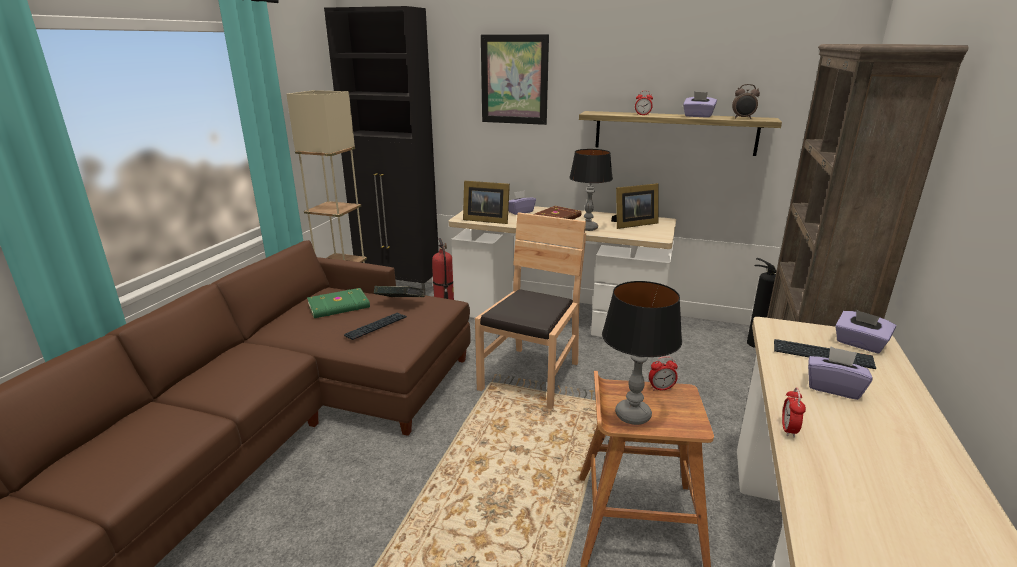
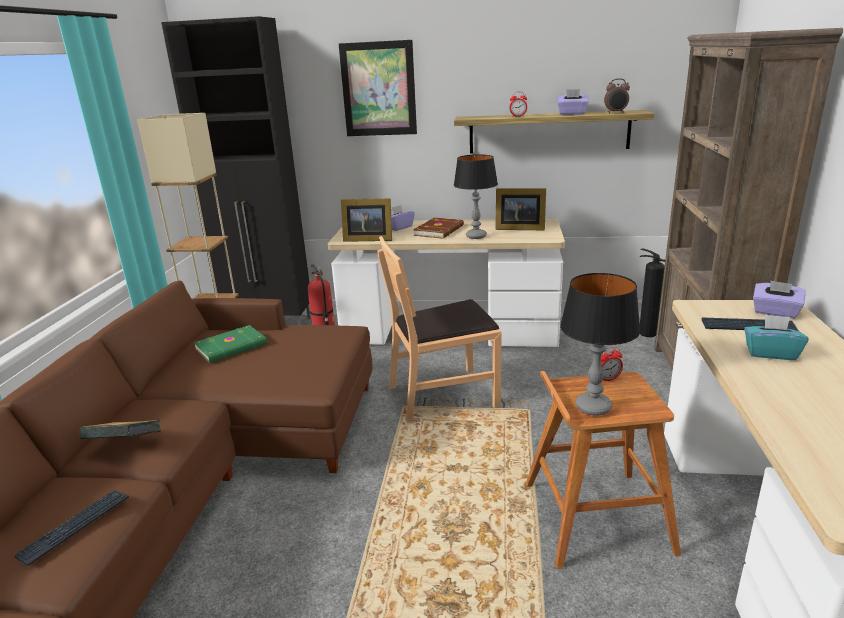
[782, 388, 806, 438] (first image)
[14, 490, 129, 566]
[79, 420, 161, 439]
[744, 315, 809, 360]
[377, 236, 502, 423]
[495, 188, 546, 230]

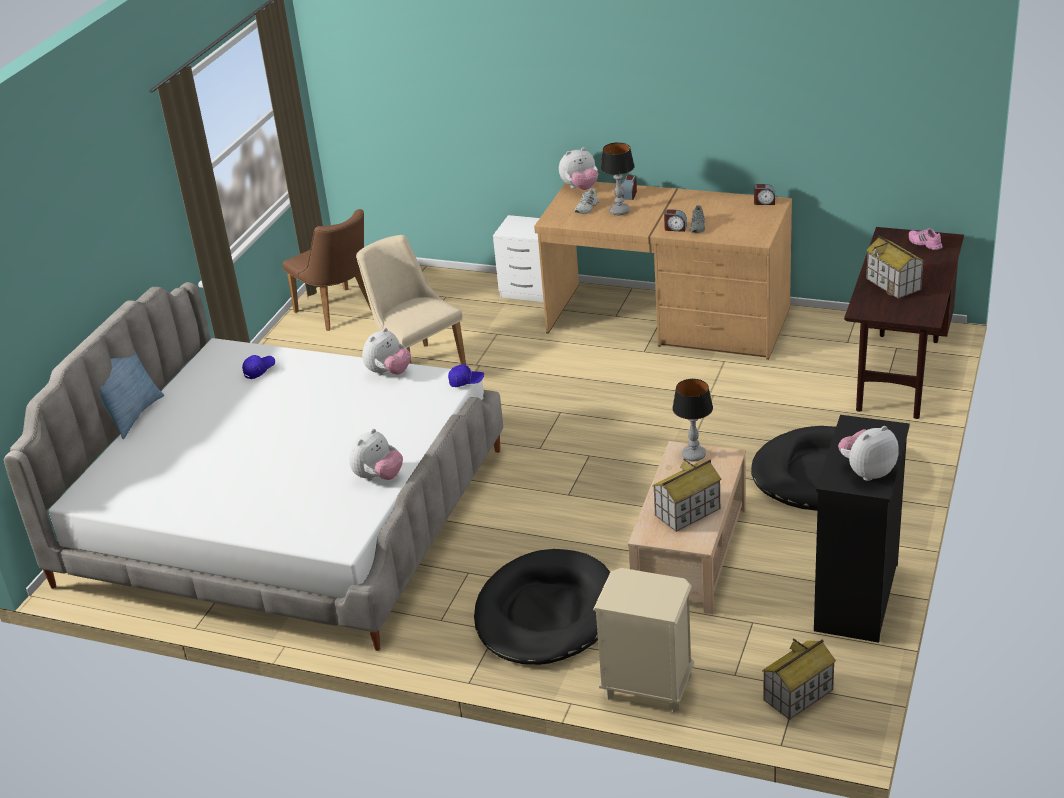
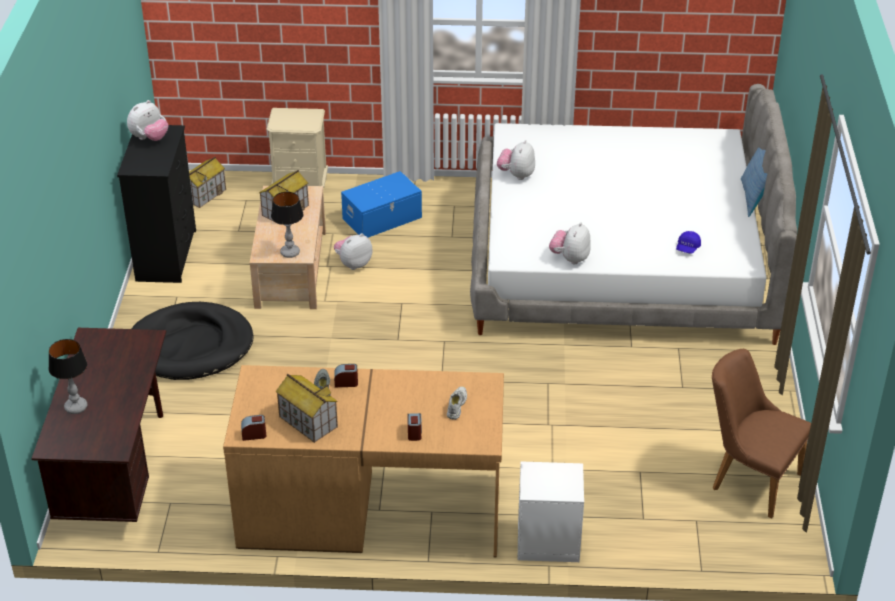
[356, 235, 466, 365] (first image)
[448, 365, 484, 387] (first image)
[909, 228, 943, 250] (first image)
[334, 233, 372, 270]
[49, 339, 88, 414]
[276, 374, 338, 443]
[341, 171, 422, 238]

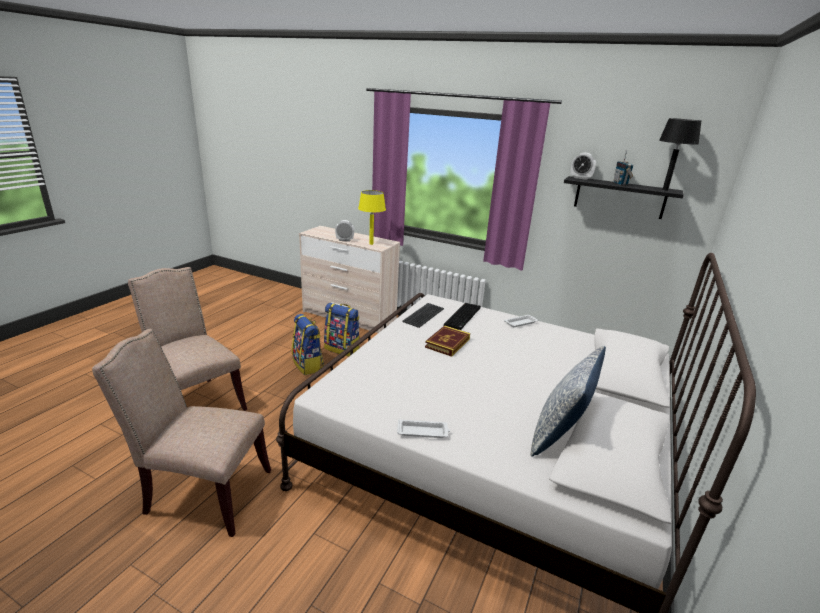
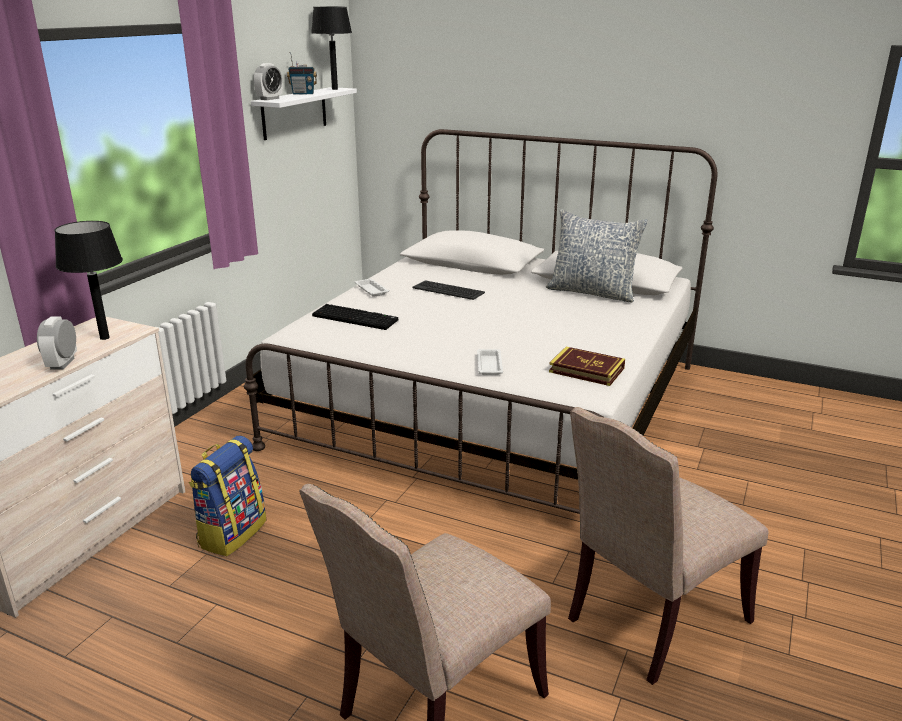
[292, 314, 324, 375] (first image)
[477, 349, 503, 375]
[412, 280, 485, 300]
[549, 347, 625, 386]
[55, 221, 123, 340]
[251, 87, 357, 140]
[568, 407, 768, 685]

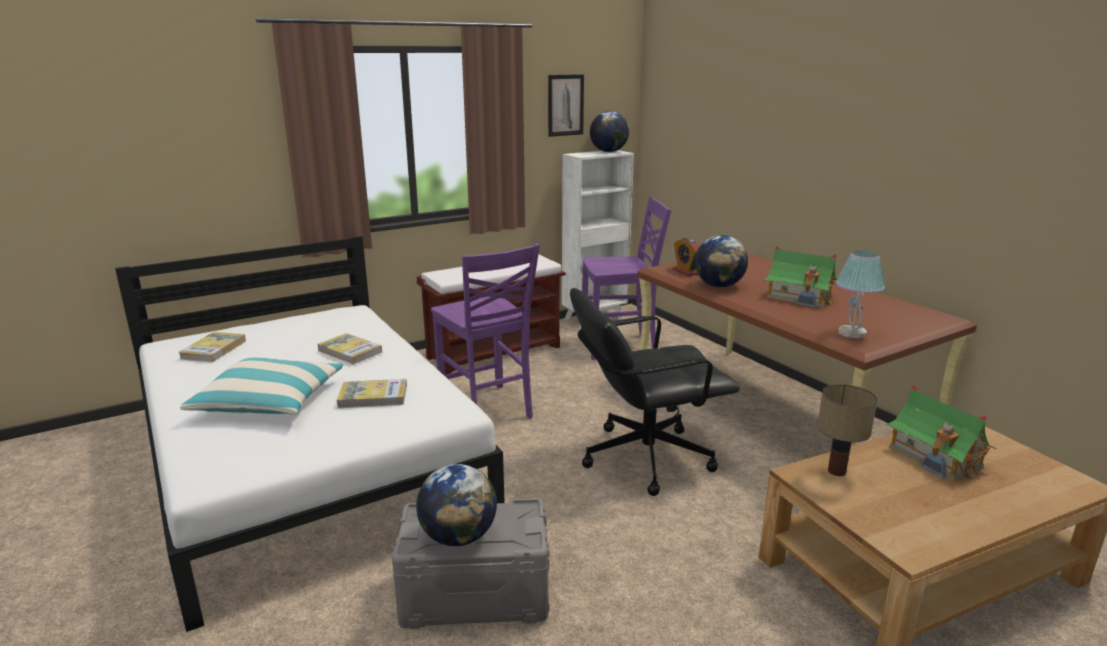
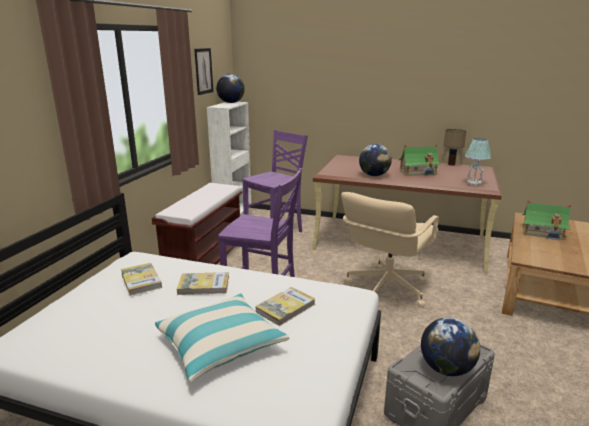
[672, 237, 699, 276] (first image)
[121, 263, 162, 296]
[444, 129, 466, 166]
[341, 192, 439, 307]

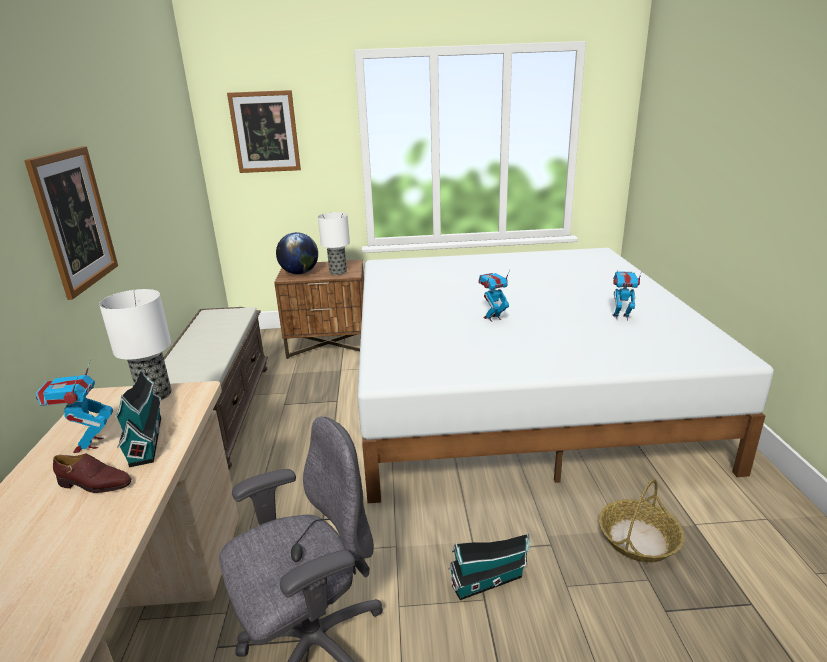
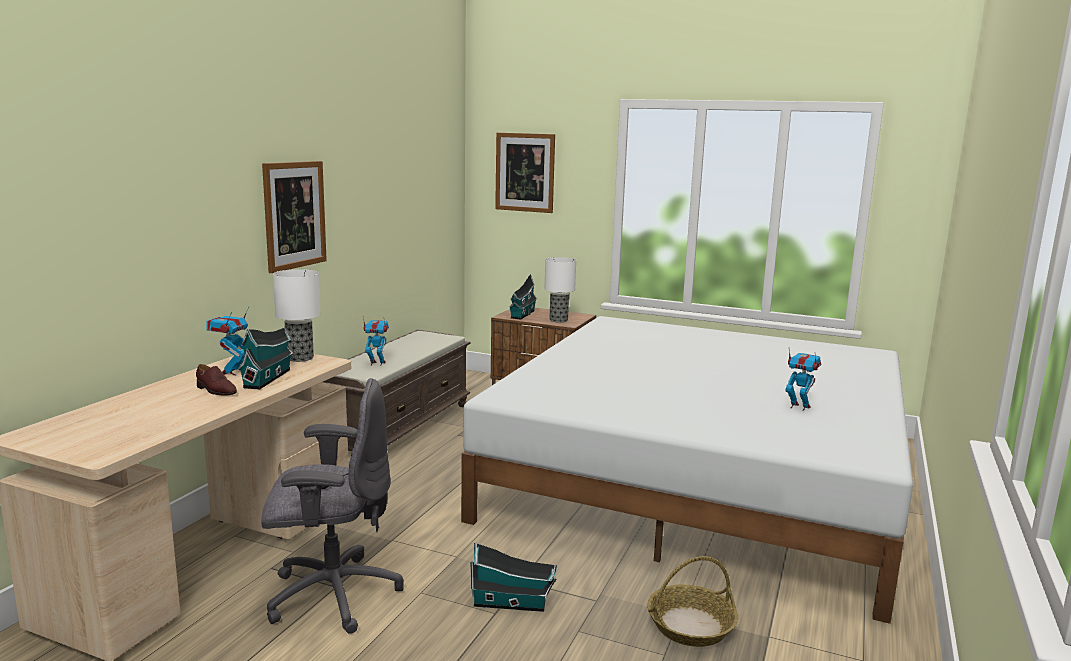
[363, 318, 389, 366]
[509, 274, 537, 319]

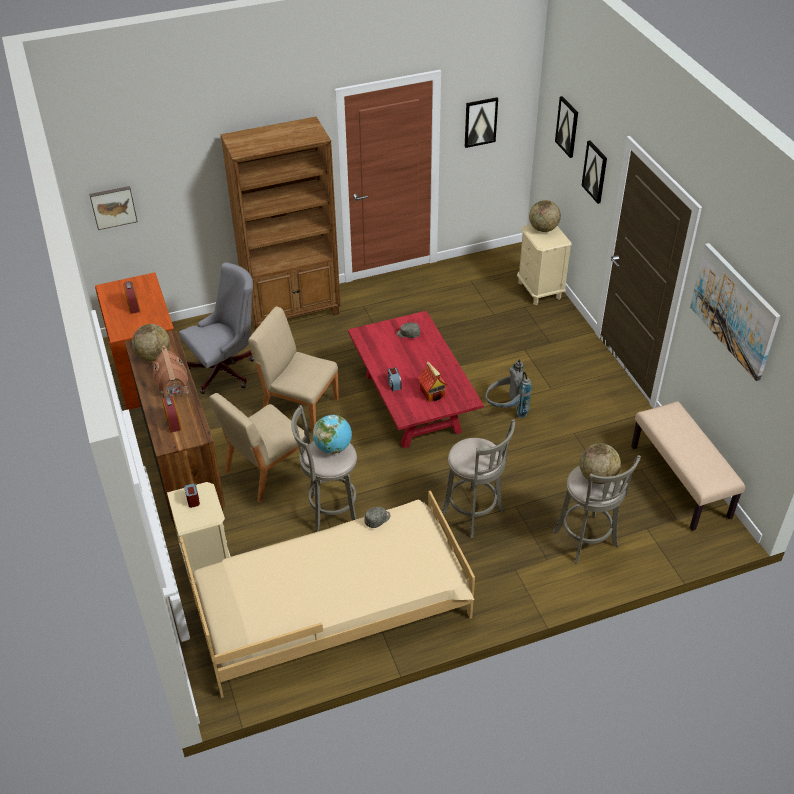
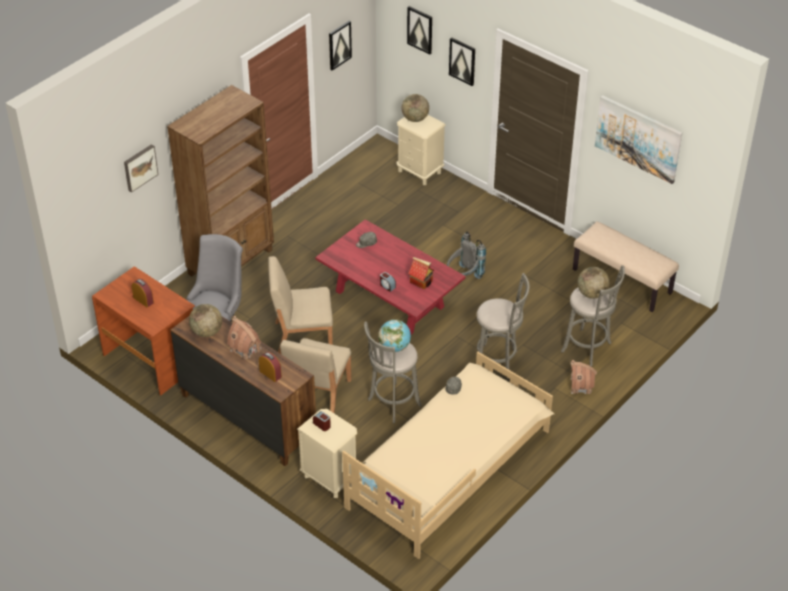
[570, 360, 597, 394]
[124, 144, 159, 193]

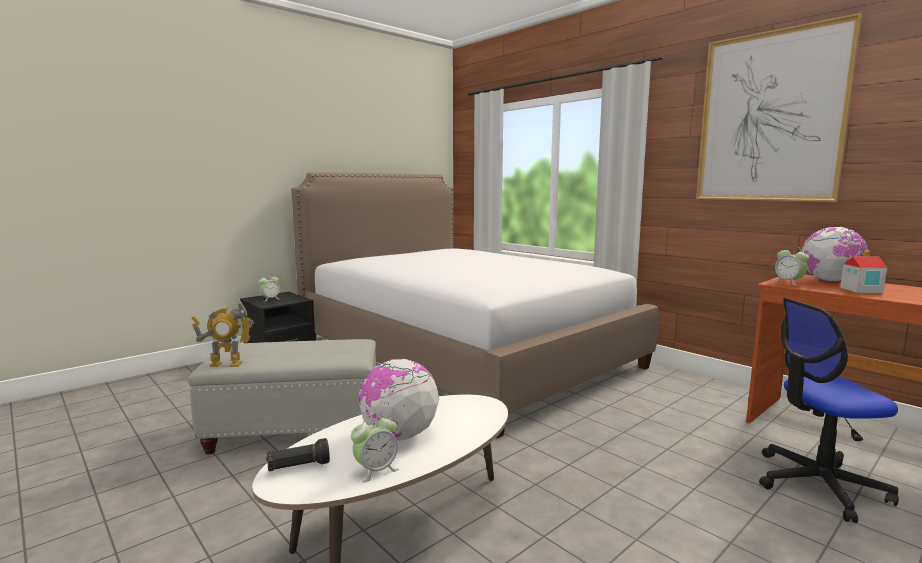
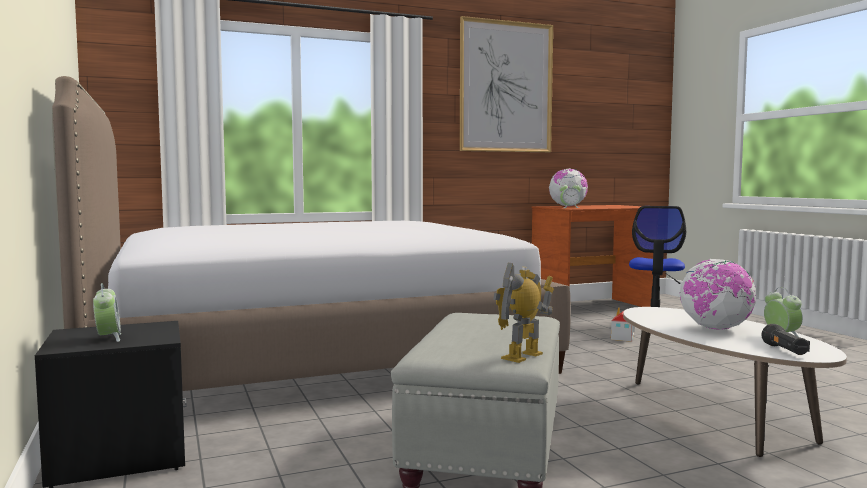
[611, 307, 635, 342]
[493, 263, 554, 363]

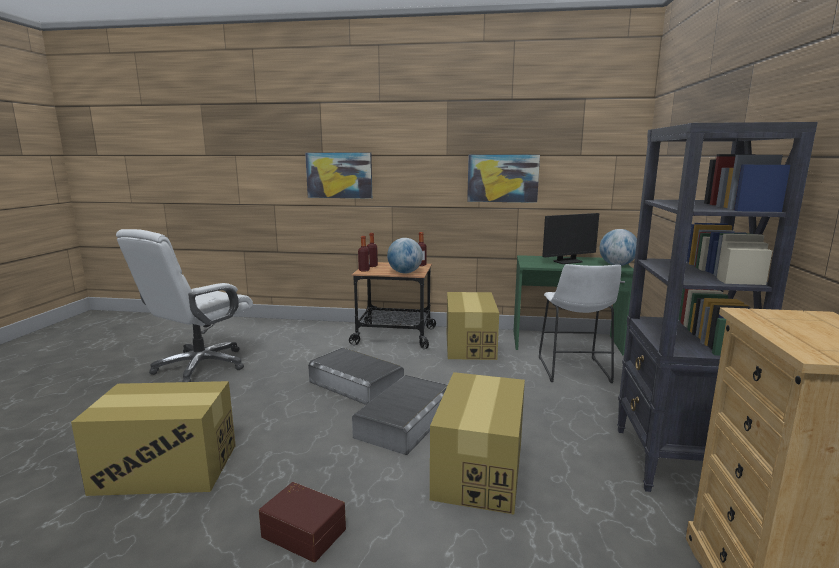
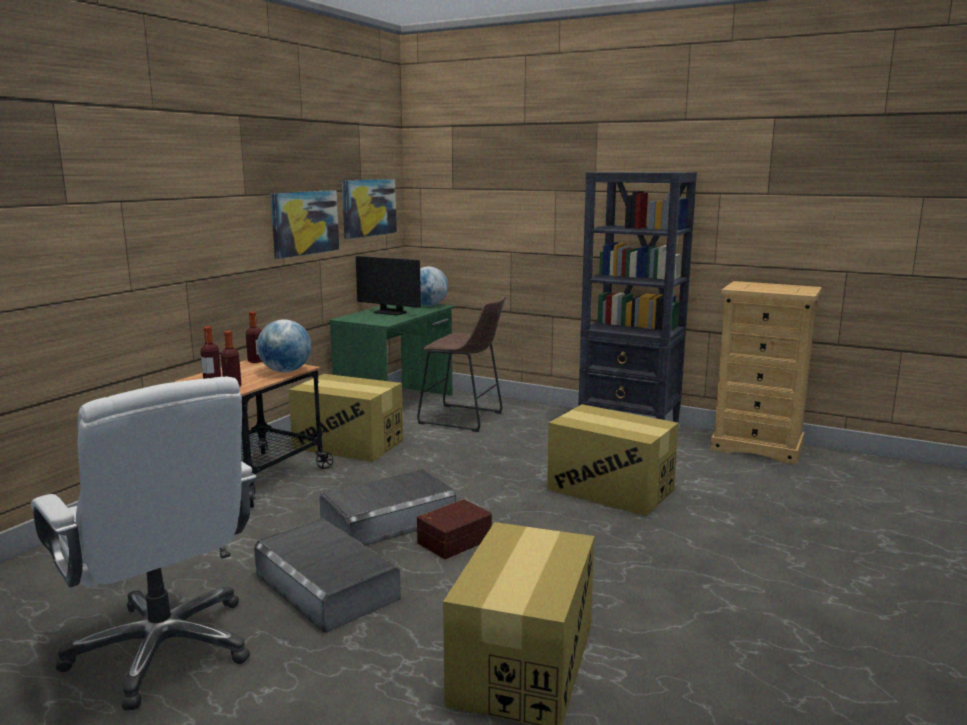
[417, 499, 492, 559]
[342, 179, 397, 239]
[254, 519, 401, 633]
[417, 295, 506, 432]
[356, 256, 421, 315]

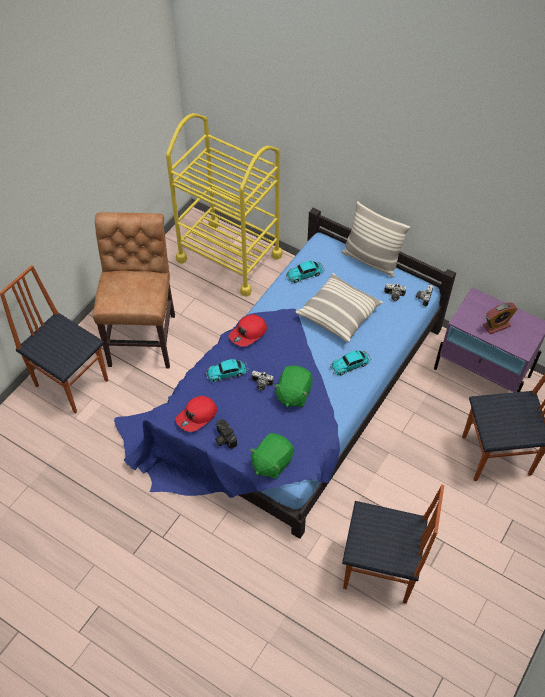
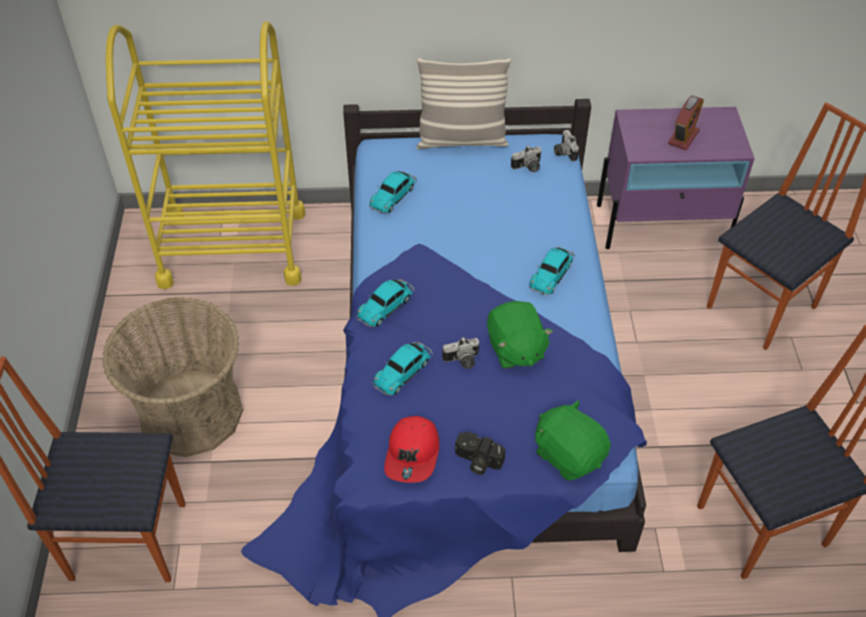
[296, 273, 383, 343] (first image)
[102, 297, 243, 457]
[356, 279, 415, 327]
[535, 400, 611, 480]

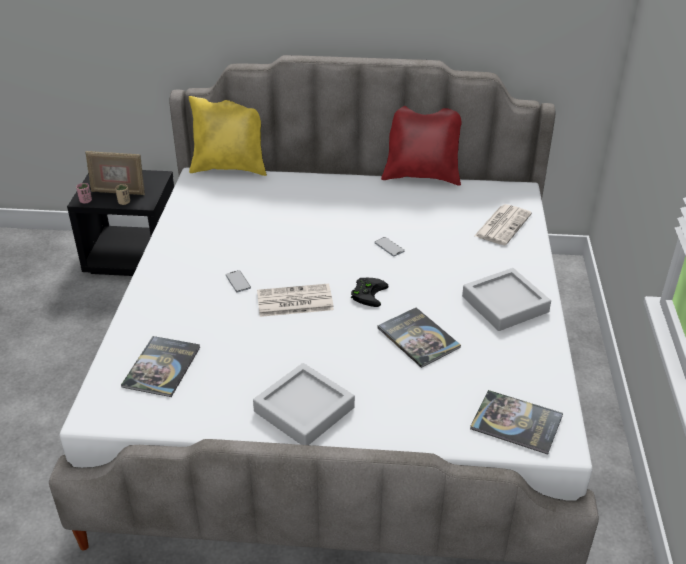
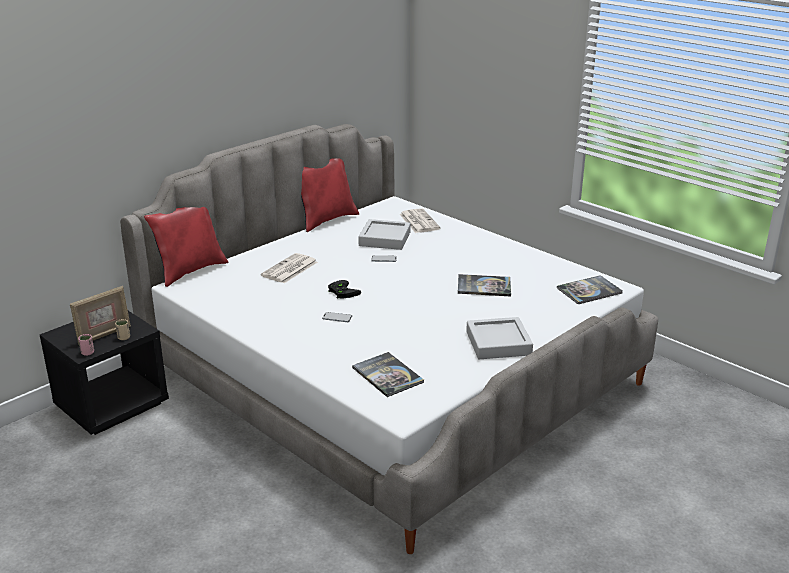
[261, 253, 318, 283]
[328, 280, 361, 299]
[358, 219, 411, 250]
[144, 207, 228, 287]

